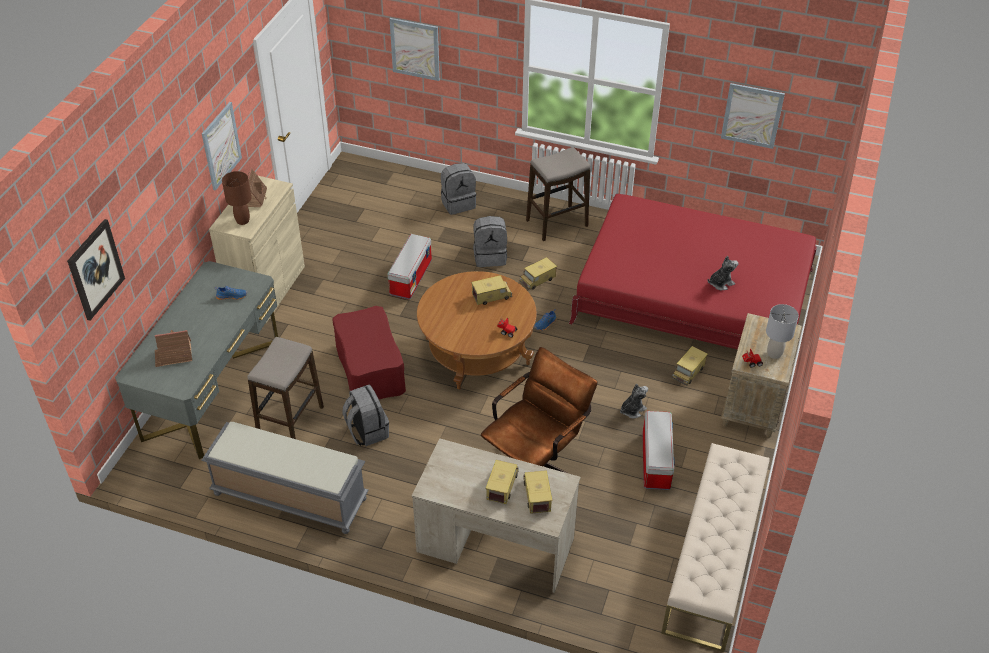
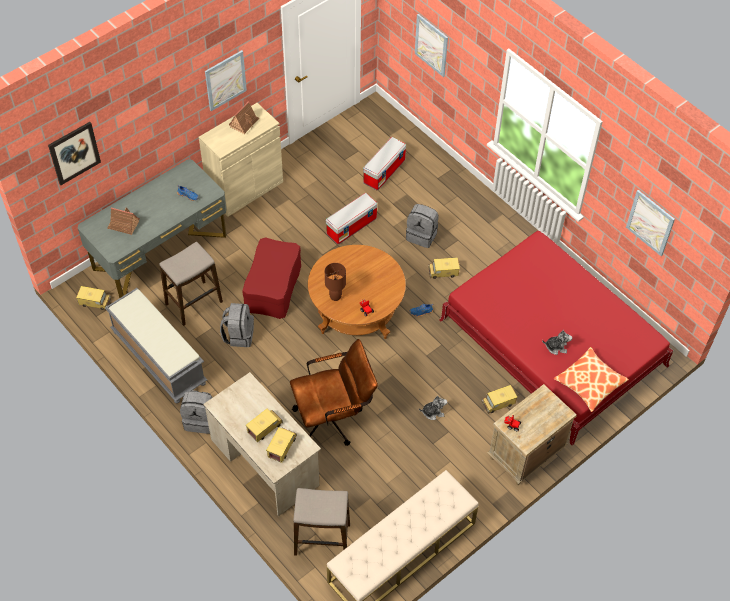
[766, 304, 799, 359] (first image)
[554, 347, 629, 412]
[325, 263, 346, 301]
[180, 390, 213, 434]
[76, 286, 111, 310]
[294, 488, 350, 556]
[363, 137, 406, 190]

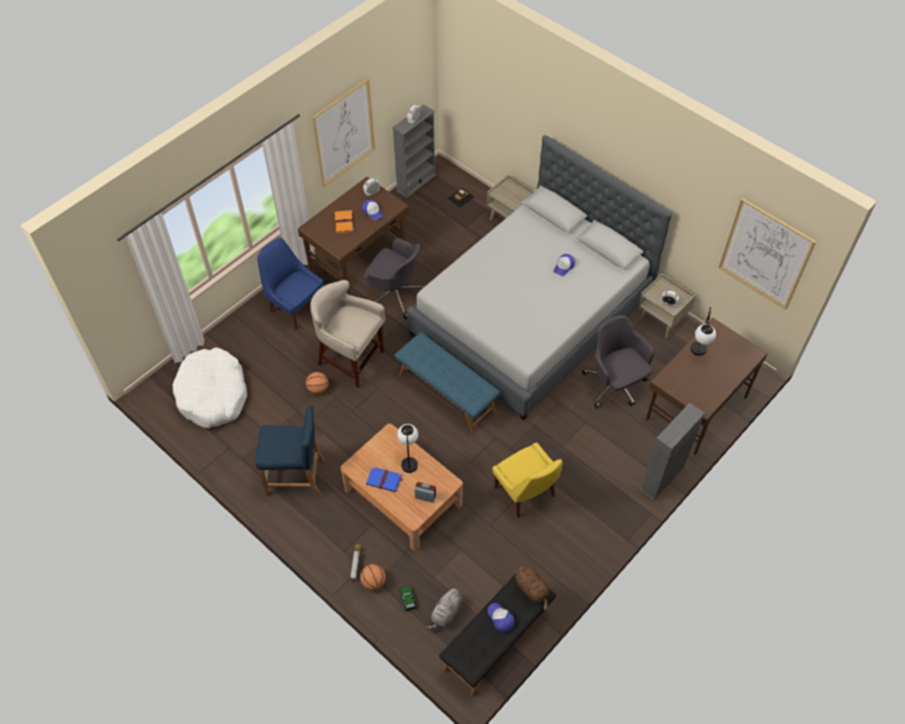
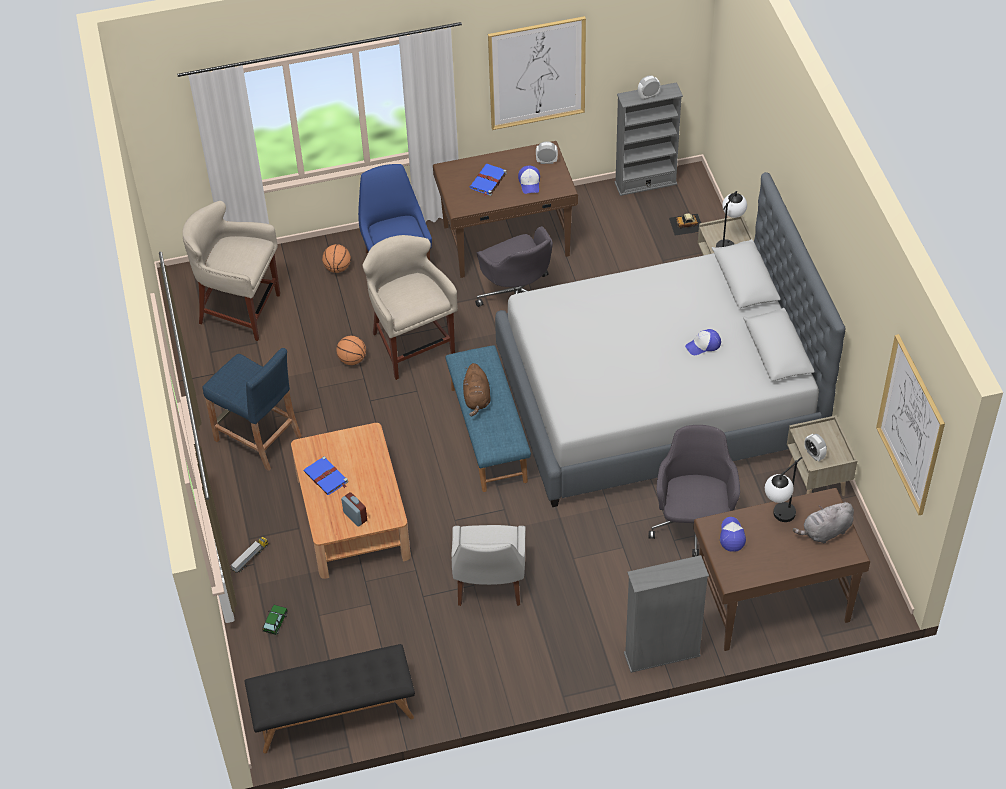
[322, 244, 351, 273]
[716, 191, 747, 248]
[793, 501, 854, 543]
[720, 517, 746, 552]
[463, 363, 491, 416]
[182, 201, 280, 341]
[470, 164, 507, 197]
[451, 525, 525, 606]

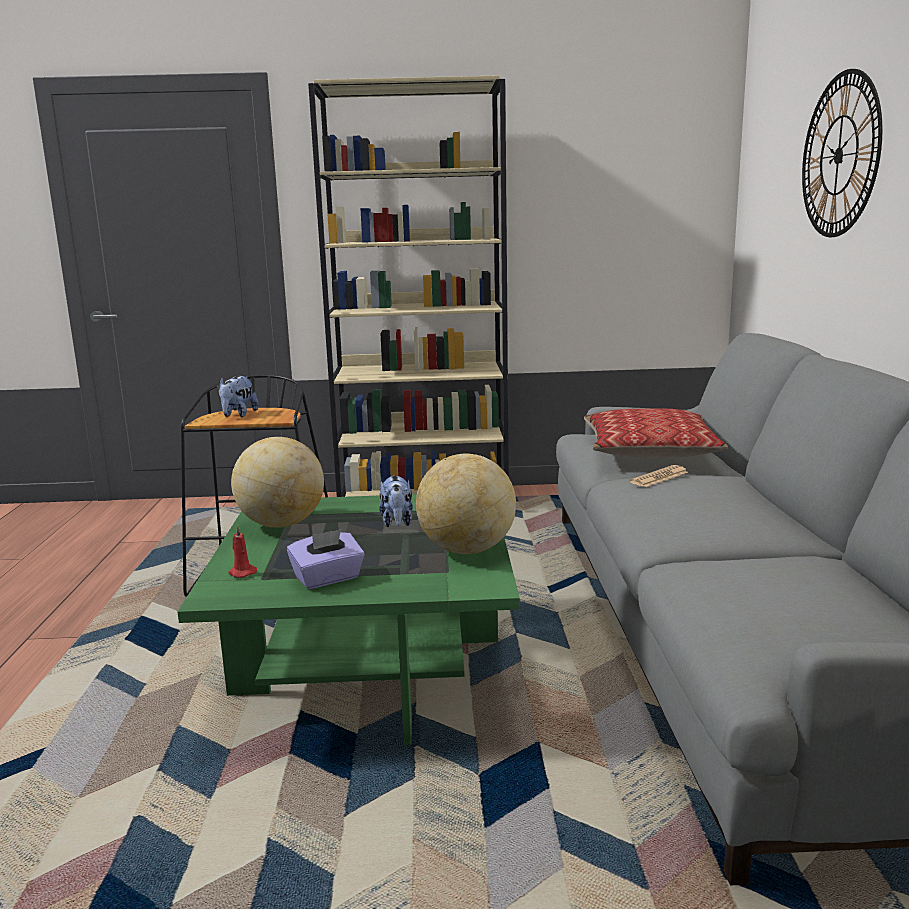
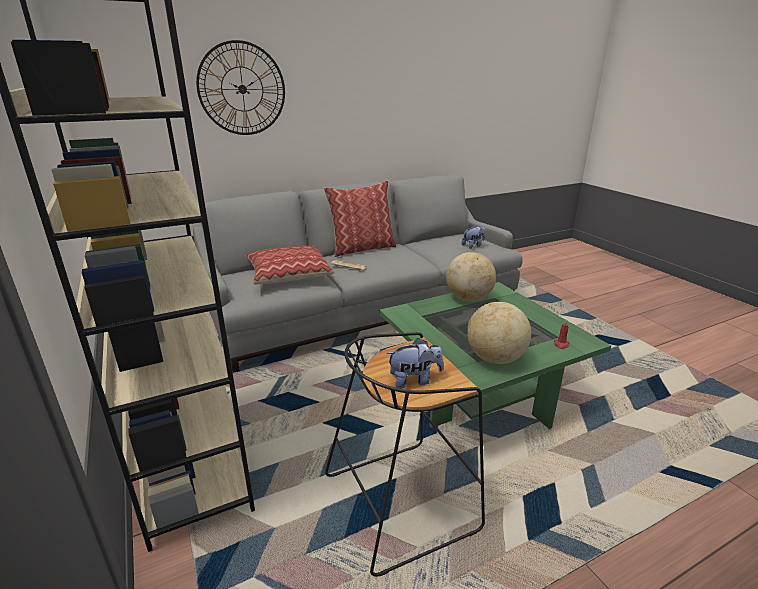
[287, 529, 365, 589] (first image)
[324, 181, 396, 257]
[461, 225, 485, 249]

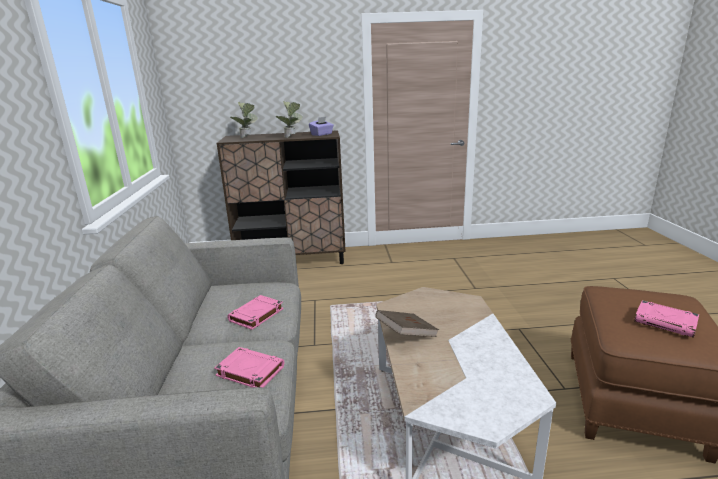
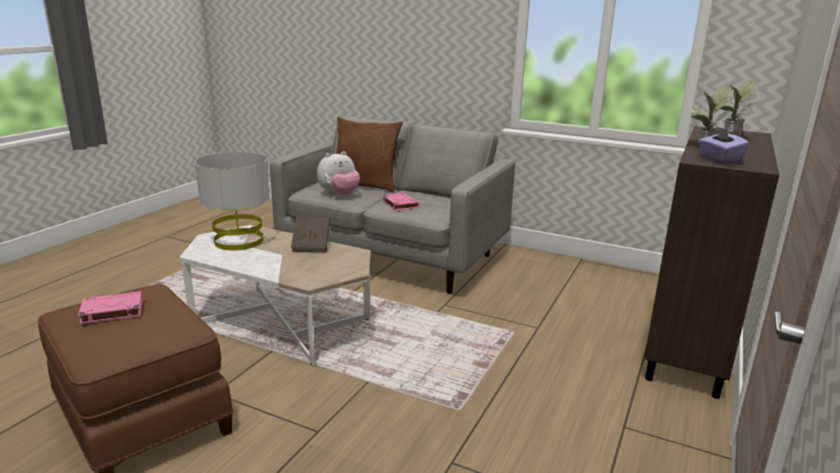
[195, 152, 270, 250]
[337, 117, 403, 192]
[317, 151, 360, 195]

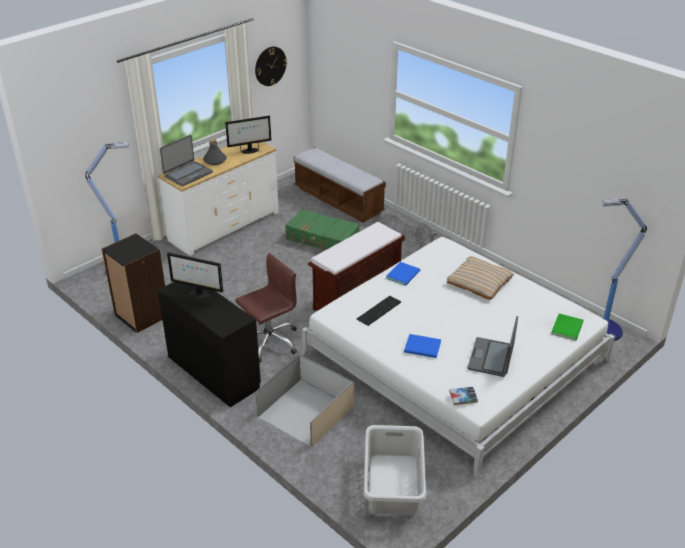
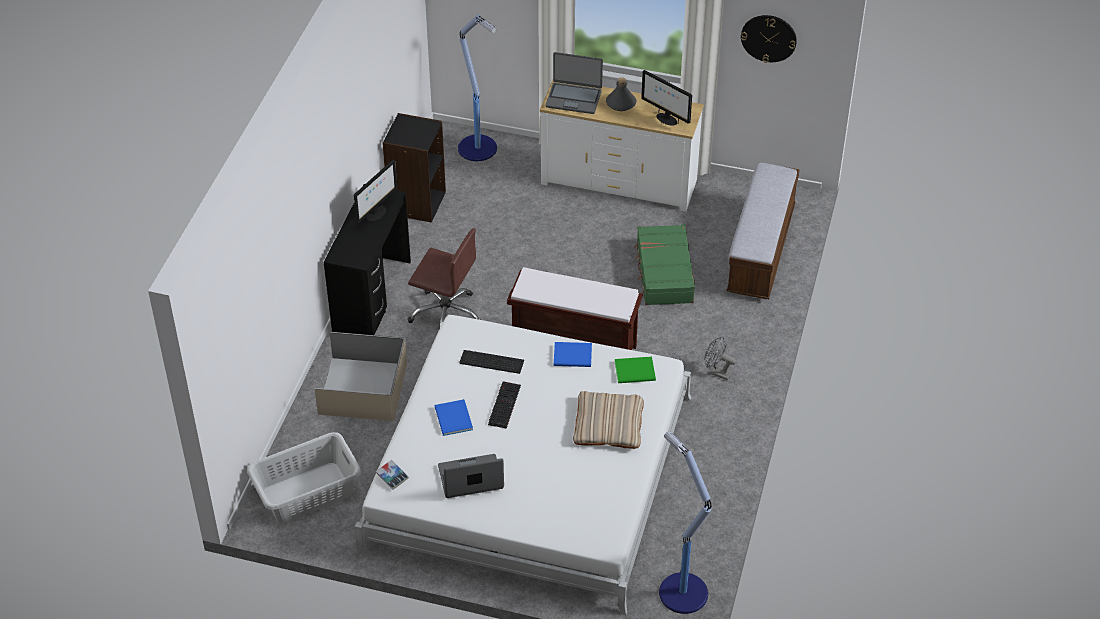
[488, 381, 521, 429]
[615, 357, 656, 383]
[354, 160, 397, 224]

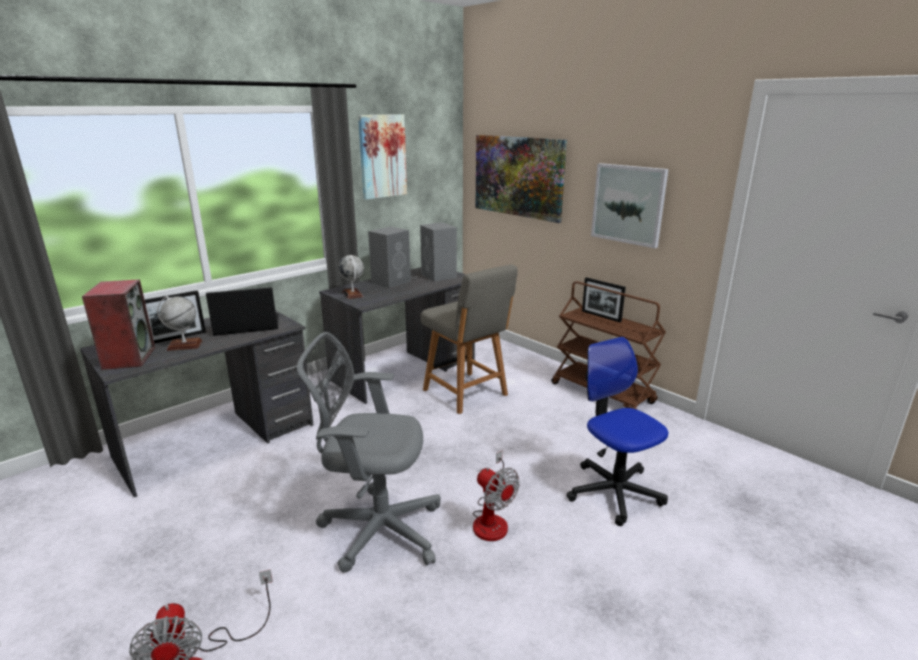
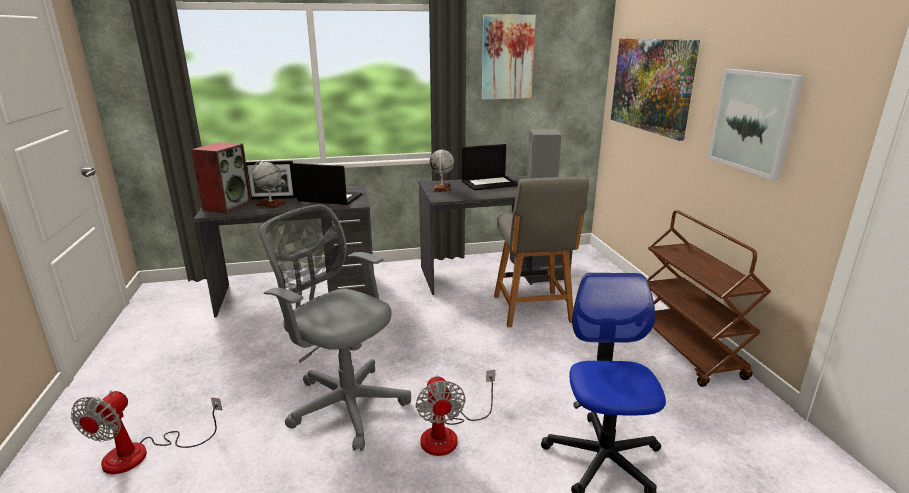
[582, 277, 626, 322] (first image)
[462, 144, 518, 190]

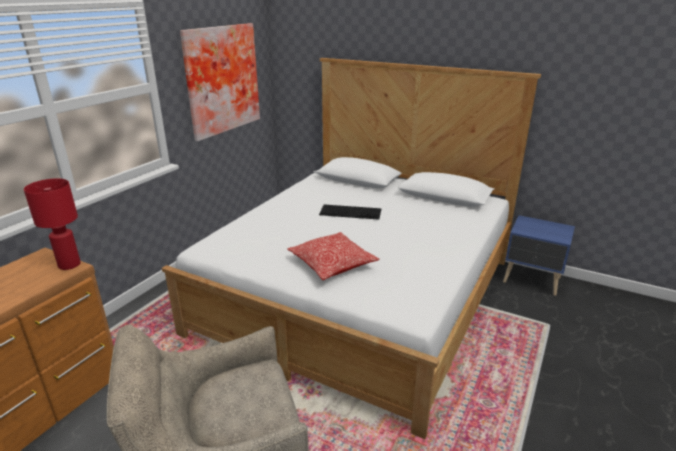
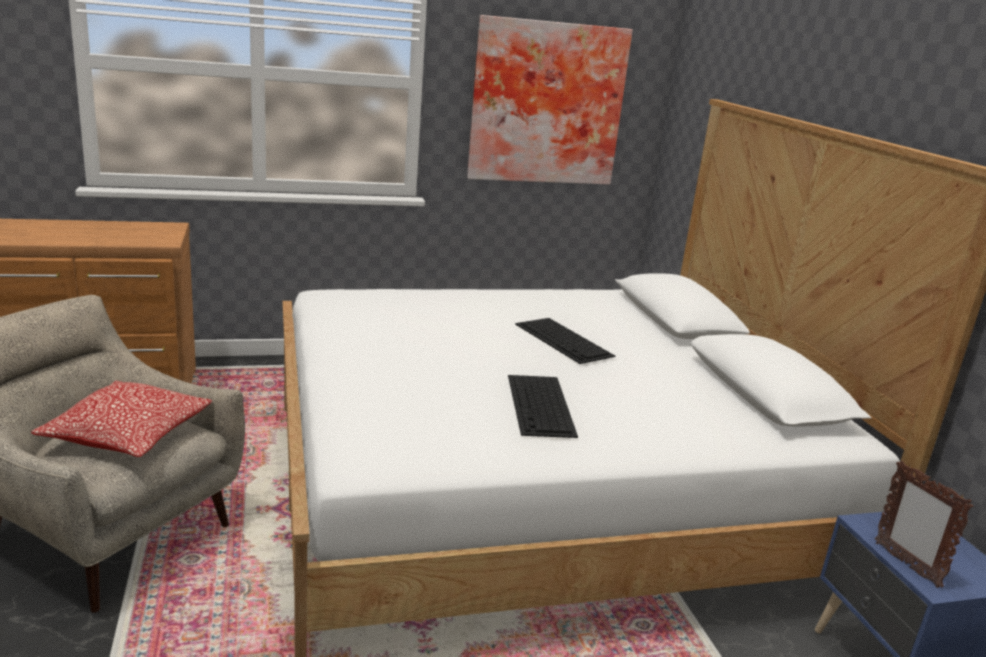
[24, 178, 81, 270] (first image)
[508, 375, 578, 438]
[875, 461, 973, 588]
[31, 381, 212, 457]

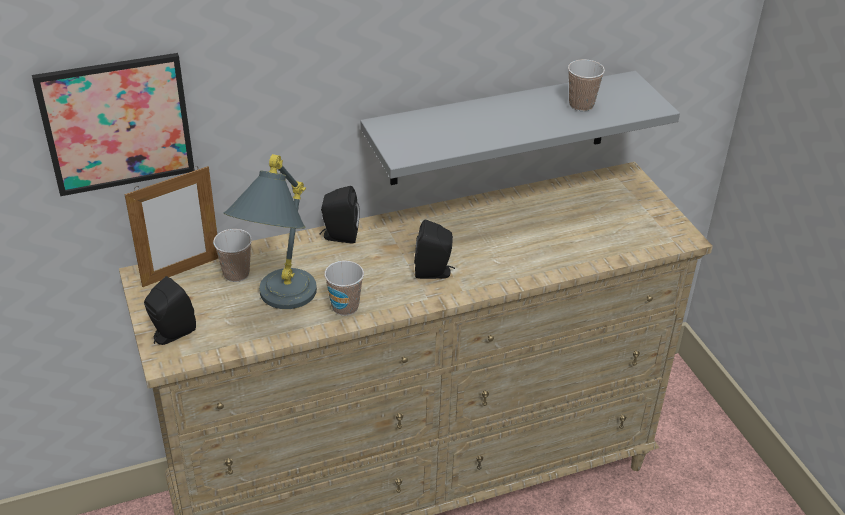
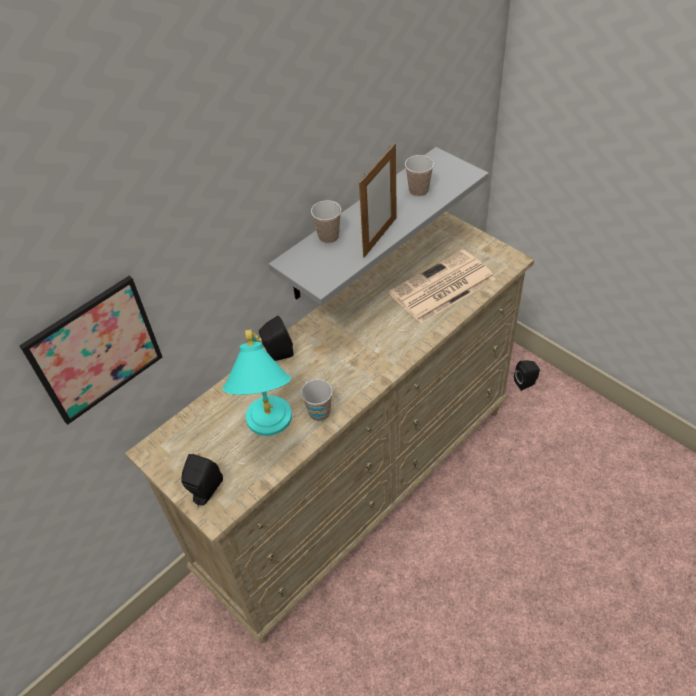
[389, 249, 496, 323]
[359, 143, 397, 258]
[311, 200, 341, 243]
[514, 360, 540, 391]
[222, 330, 292, 436]

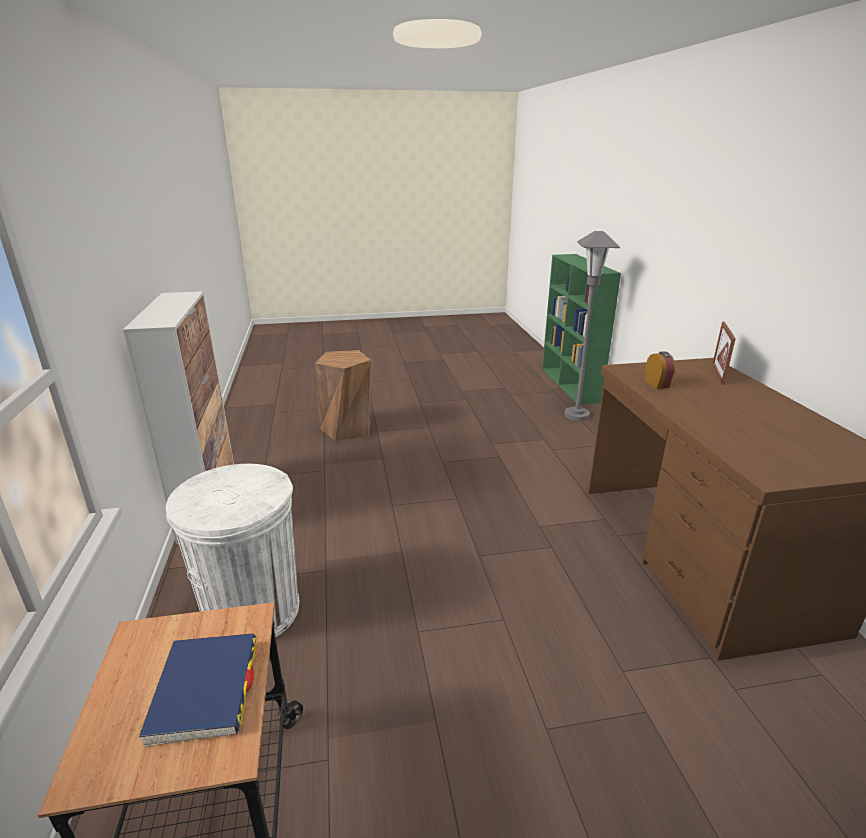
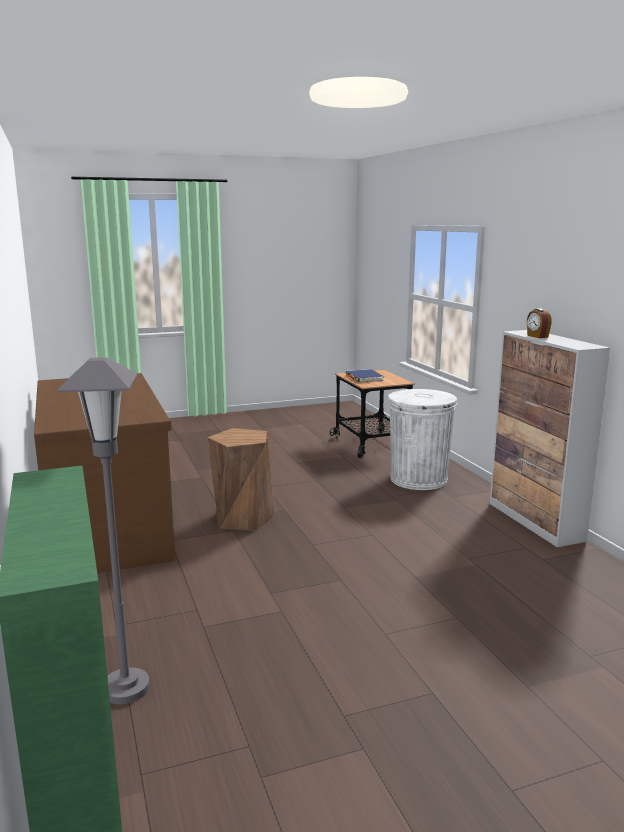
[712, 322, 736, 385] (first image)
[208, 428, 275, 531]
[527, 308, 552, 338]

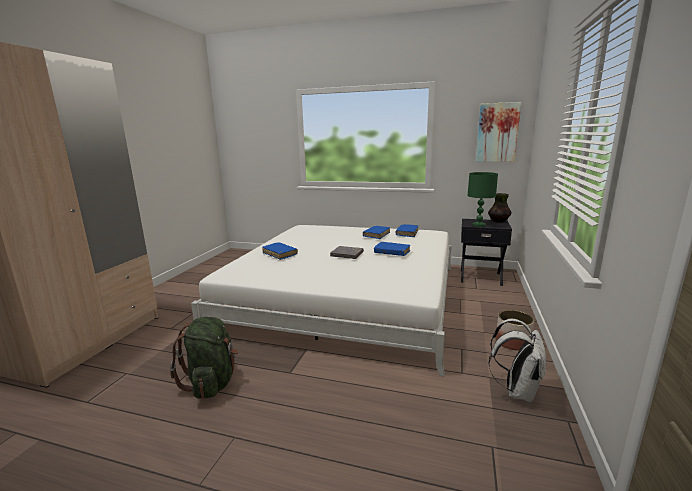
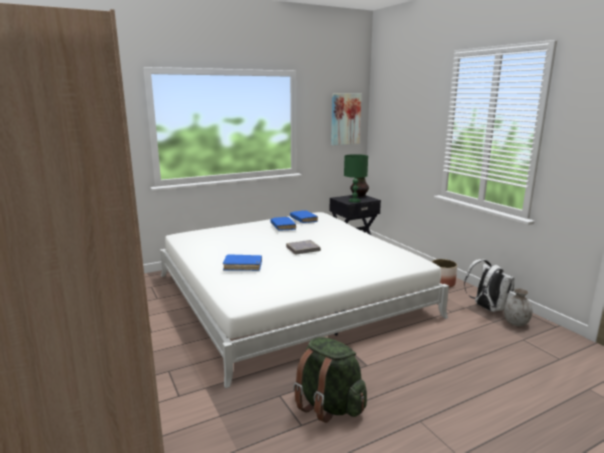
[374, 242, 410, 256] (first image)
[504, 288, 532, 326]

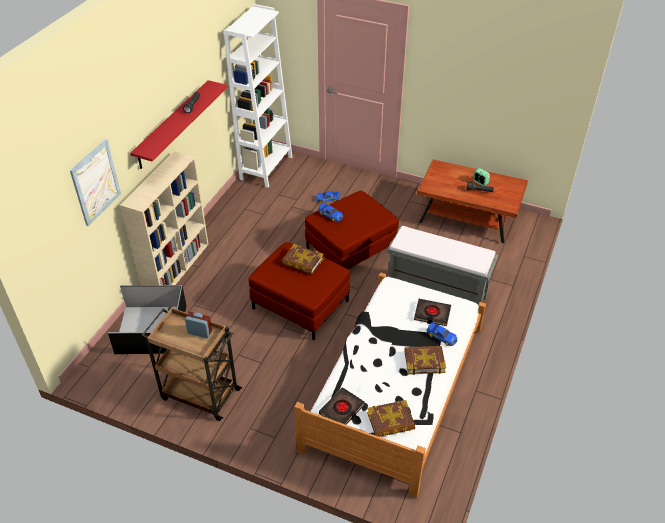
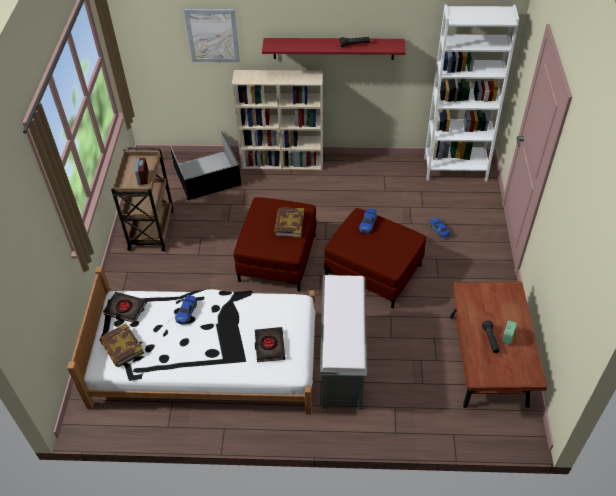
[405, 346, 446, 375] (first image)
[175, 295, 197, 325]

